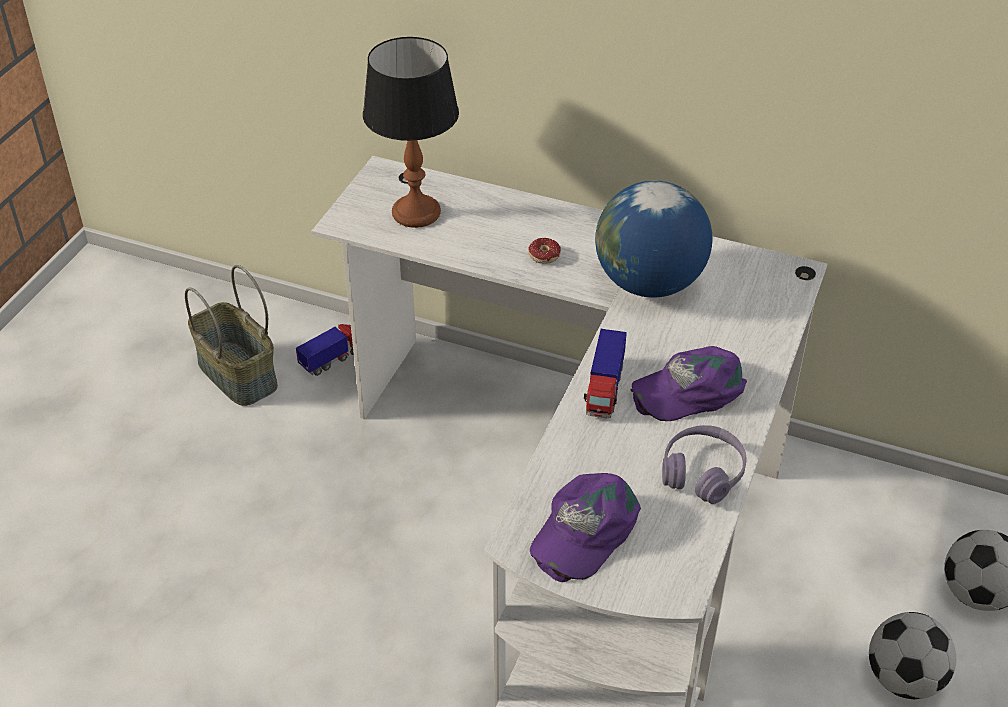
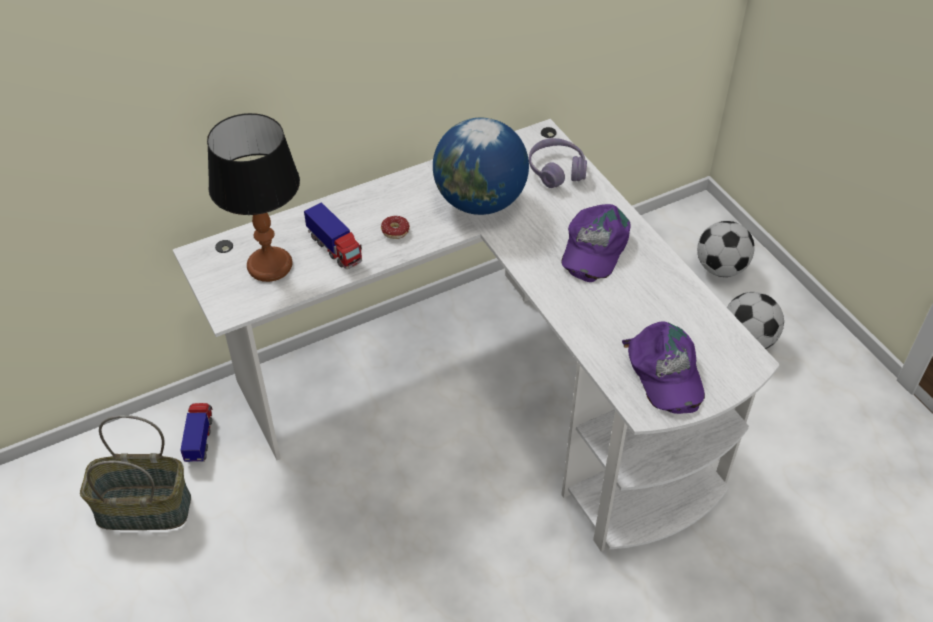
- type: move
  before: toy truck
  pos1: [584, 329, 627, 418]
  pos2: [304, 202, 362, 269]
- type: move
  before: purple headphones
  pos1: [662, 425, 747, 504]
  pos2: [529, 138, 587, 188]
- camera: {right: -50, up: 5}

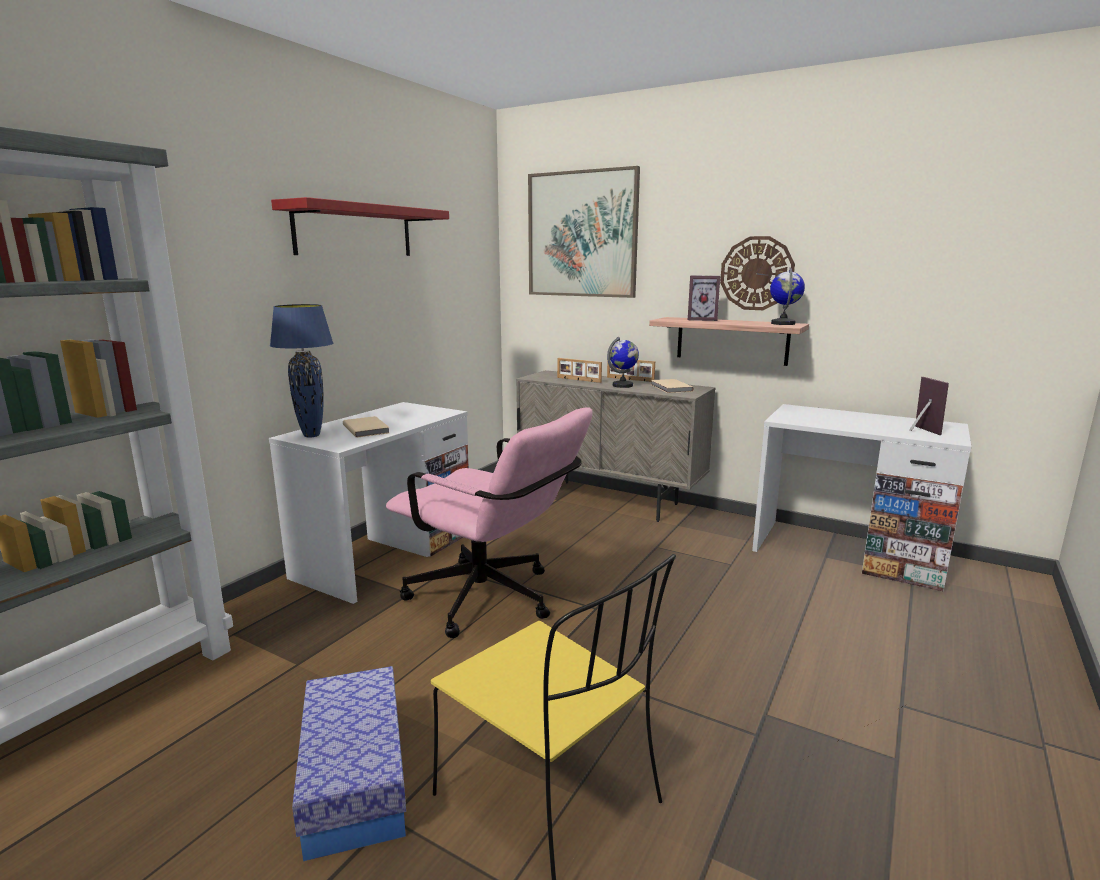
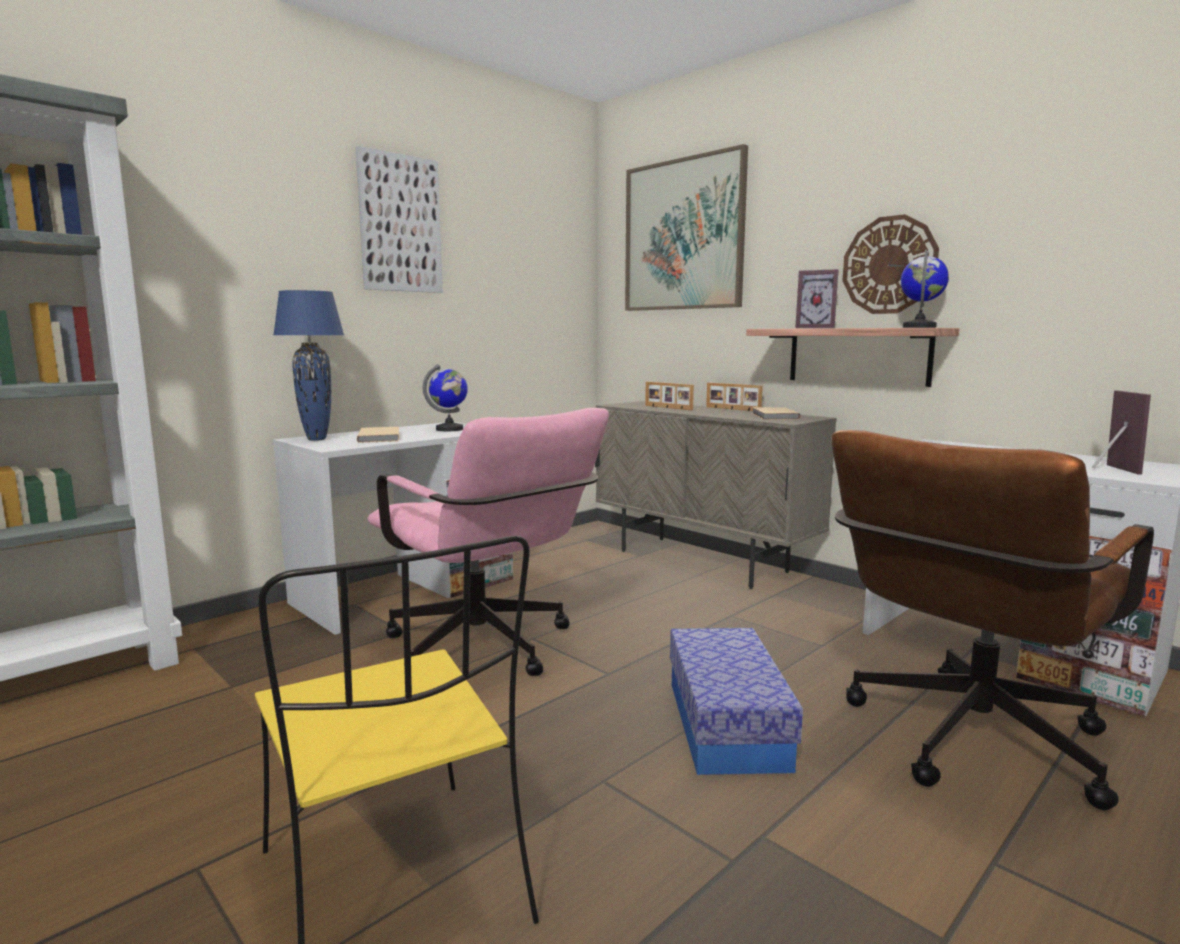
- type: replace
  before: red shelf
  after: picture
  pos1: [271, 197, 449, 256]
  pos2: [355, 146, 443, 293]
- type: move
  before: globe
  pos1: [607, 337, 639, 388]
  pos2: [423, 364, 468, 431]
- type: move
  before: storage box
  pos1: [292, 666, 406, 861]
  pos2: [670, 628, 803, 775]
- type: insert
  after: brown office chair
  pos2: [831, 430, 1154, 811]
- camera: {right: 15, up: -5}

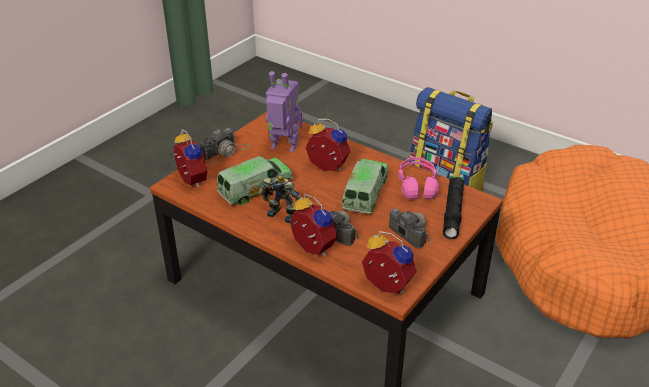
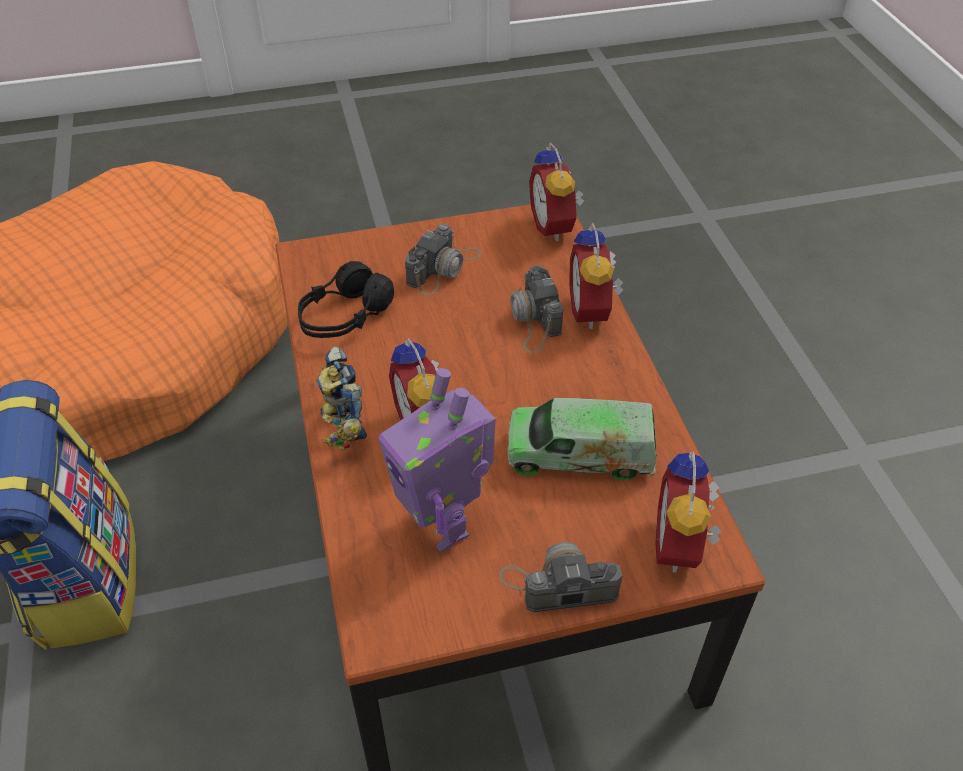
- type: recolor
  before: pink headphones
  after: black headphones
  pos1: [398, 157, 439, 200]
  pos2: [298, 261, 394, 338]
- type: delete
  before: toy truck
  pos1: [342, 159, 389, 214]
- type: move
  before: toy robot
  pos1: [259, 175, 301, 223]
  pos2: [316, 346, 367, 450]
- type: delete
  before: black flashlight
  pos1: [443, 177, 464, 239]
- type: rotate
  before: photo camera
  pos1: [389, 208, 433, 249]
  pos2: [405, 224, 482, 295]
  turn: -150
- camera: {right: -140, up: 10}

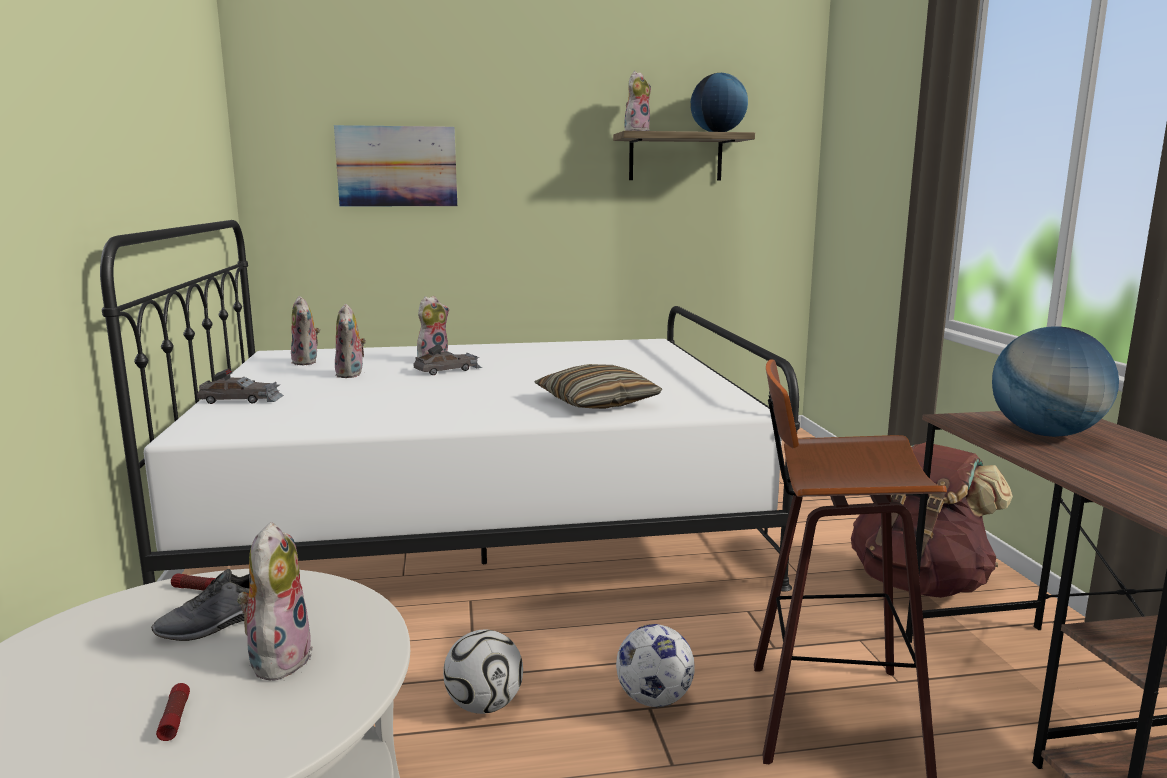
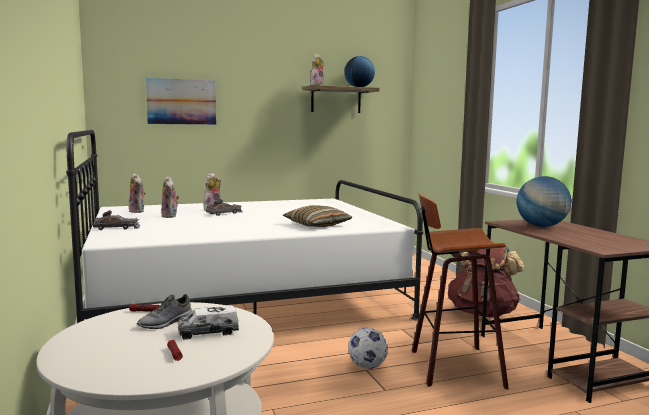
- type: replace
  before: plush toy
  after: toy truck
  pos1: [237, 522, 313, 681]
  pos2: [178, 306, 239, 340]
- type: delete
  before: football
  pos1: [443, 630, 523, 714]
- camera: {right: -10, up: -5}

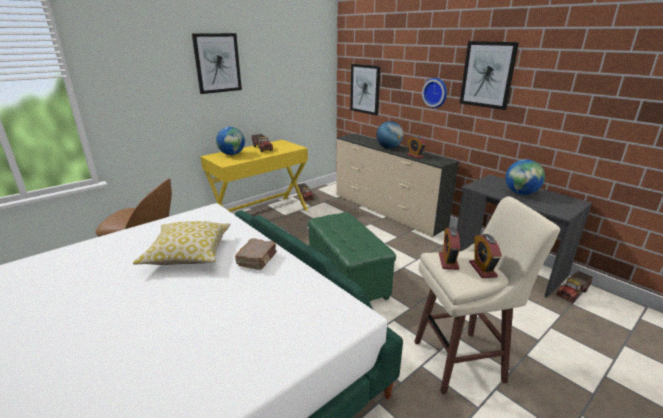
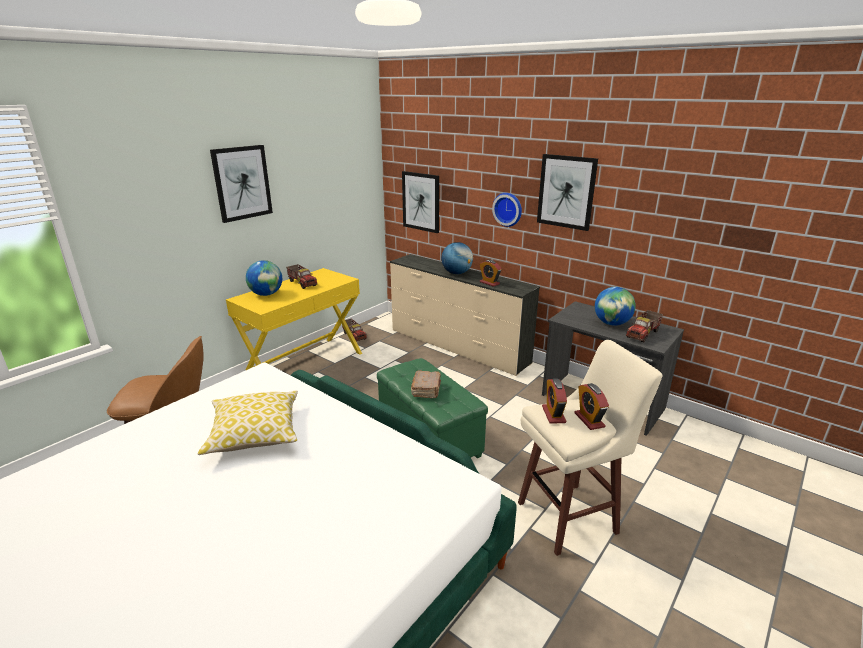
- type: move
  before: brown book
  pos1: [235, 238, 277, 270]
  pos2: [411, 370, 441, 398]
- type: move
  before: toy truck
  pos1: [556, 271, 593, 303]
  pos2: [626, 310, 663, 342]
- camera: {right: -10, up: 0}

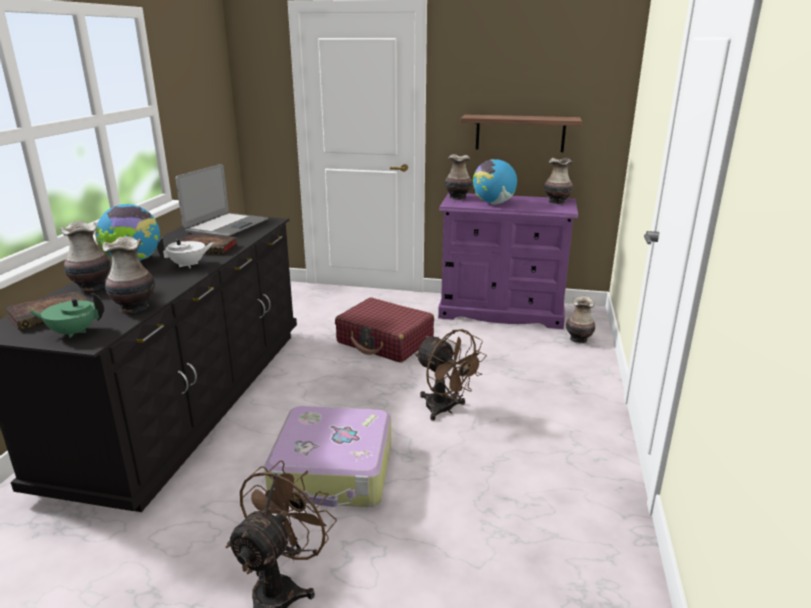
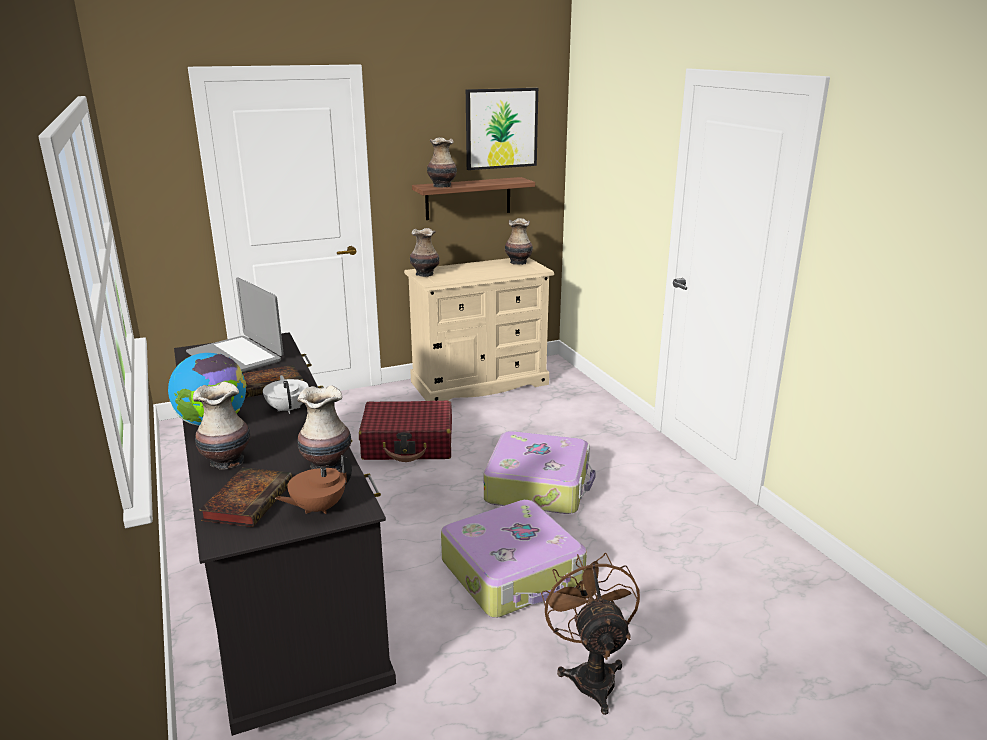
- type: delete
  before: globe
  pos1: [473, 159, 517, 205]
- type: rotate
  before: laptop
  pos1: [176, 164, 268, 236]
  pos2: [186, 278, 284, 372]
  turn: 150
- type: recolor
  before: purple dresser
  after: beige dresser
  pos1: [438, 193, 578, 329]
  pos2: [404, 258, 554, 401]
- type: rotate
  before: white teapot
  pos1: [157, 237, 215, 268]
  pos2: [263, 375, 309, 414]
  turn: -45
- type: recolor
  before: green teapot
  after: brown teapot
  pos1: [28, 292, 104, 338]
  pos2: [275, 455, 352, 514]
- type: move
  before: vase
  pos1: [566, 296, 596, 343]
  pos2: [427, 137, 457, 188]
- type: replace
  before: brown fan
  after: suitcase
  pos1: [415, 329, 487, 421]
  pos2: [484, 431, 596, 514]
- type: insert
  after: picture
  pos2: [466, 88, 538, 170]
- camera: {right: -35, up: 0}

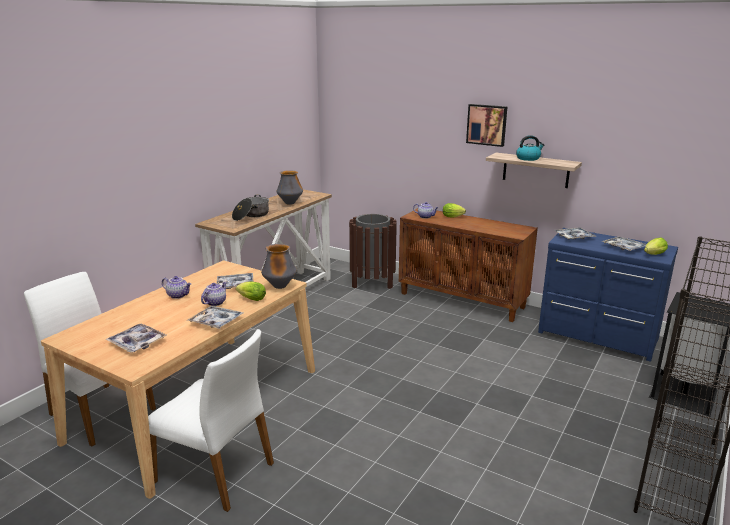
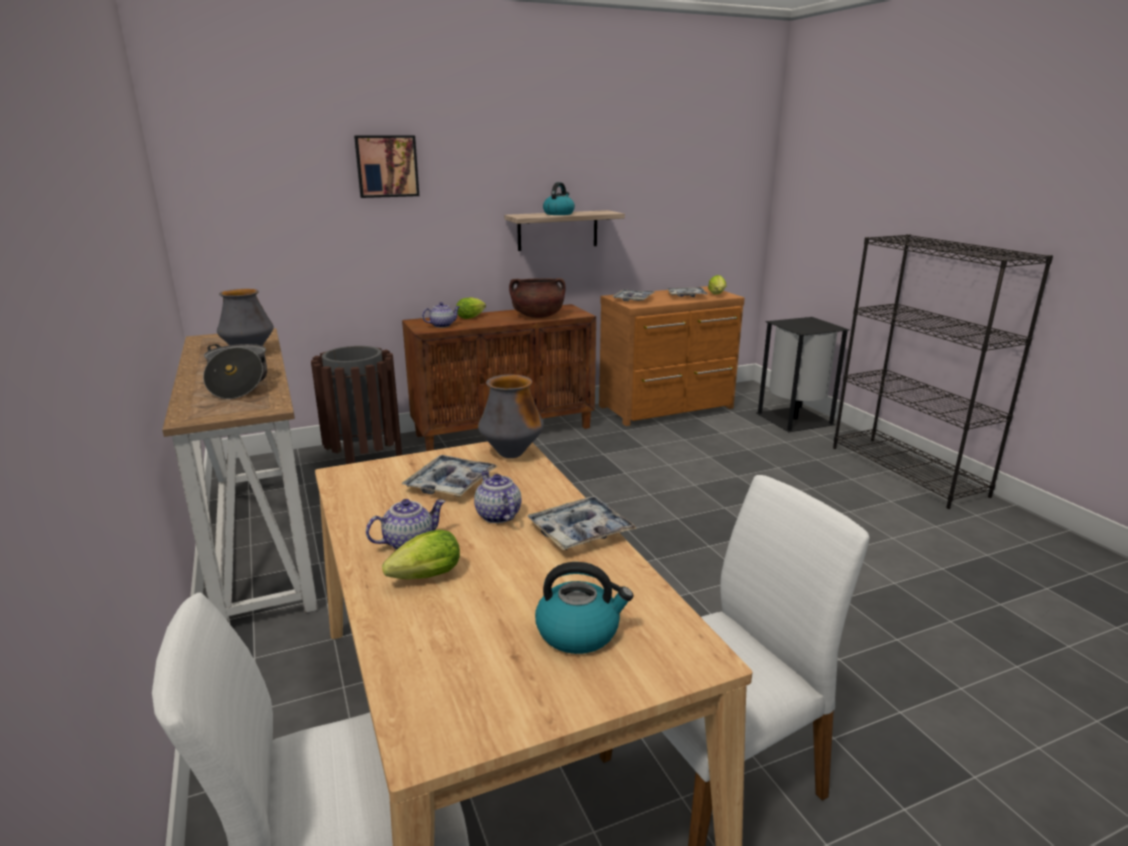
- type: move
  before: picture
  pos1: [466, 104, 507, 147]
  pos2: [354, 135, 419, 198]
- type: recolor
  before: blue dresser
  after: brown dresser
  pos1: [538, 228, 678, 362]
  pos2: [599, 286, 745, 426]
- type: move
  before: lettuce
  pos1: [236, 281, 266, 301]
  pos2: [382, 530, 460, 579]
- type: replace
  before: tray
  after: kettle
  pos1: [105, 324, 167, 352]
  pos2: [535, 562, 633, 654]
- type: insert
  after: brown cooking pot
  pos2: [509, 278, 566, 318]
- camera: {right: -55, up: 0}

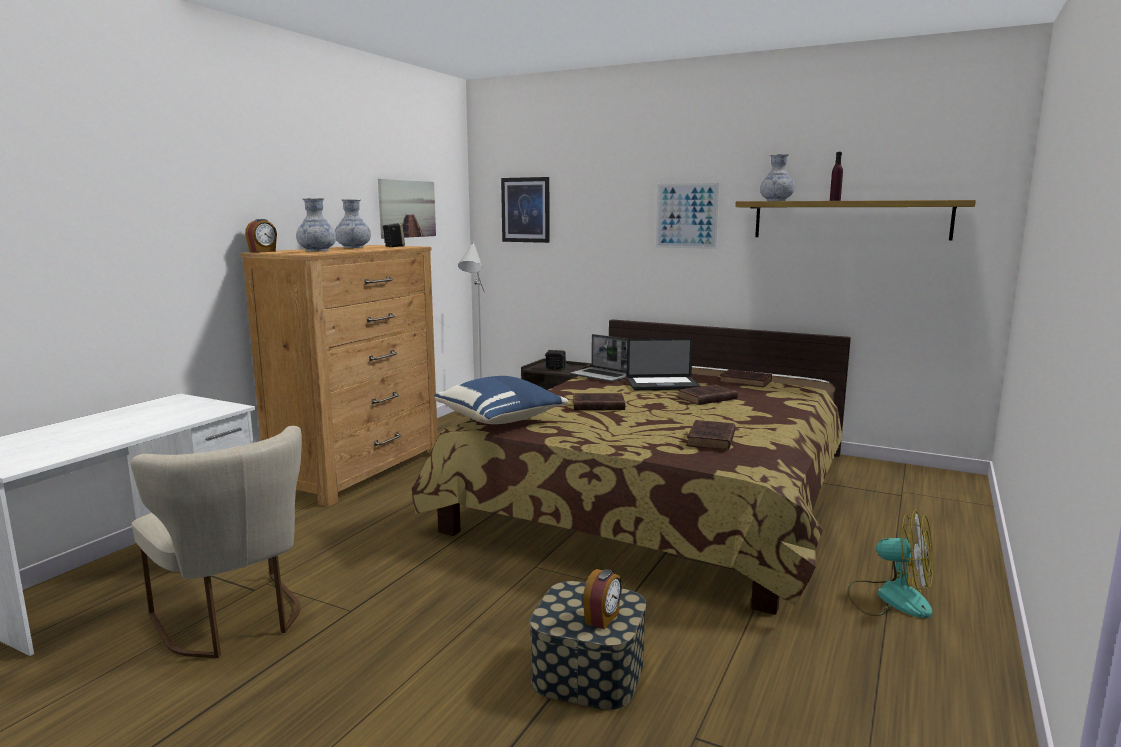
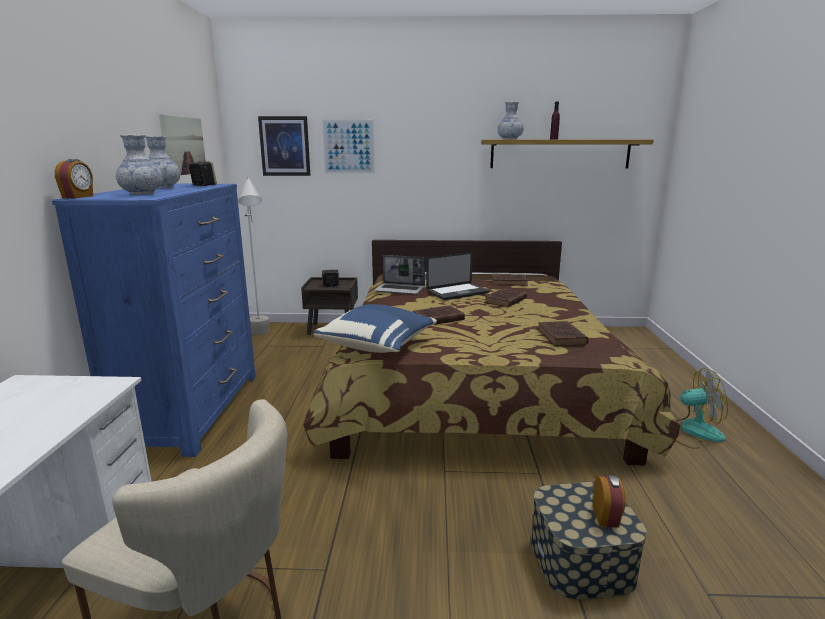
- type: move
  before: picture
  pos1: [656, 183, 720, 249]
  pos2: [322, 120, 375, 173]
- type: recolor
  before: brown dresser
  after: blue dresser
  pos1: [240, 245, 438, 507]
  pos2: [52, 184, 256, 457]
- camera: {right: -25, up: 5}

